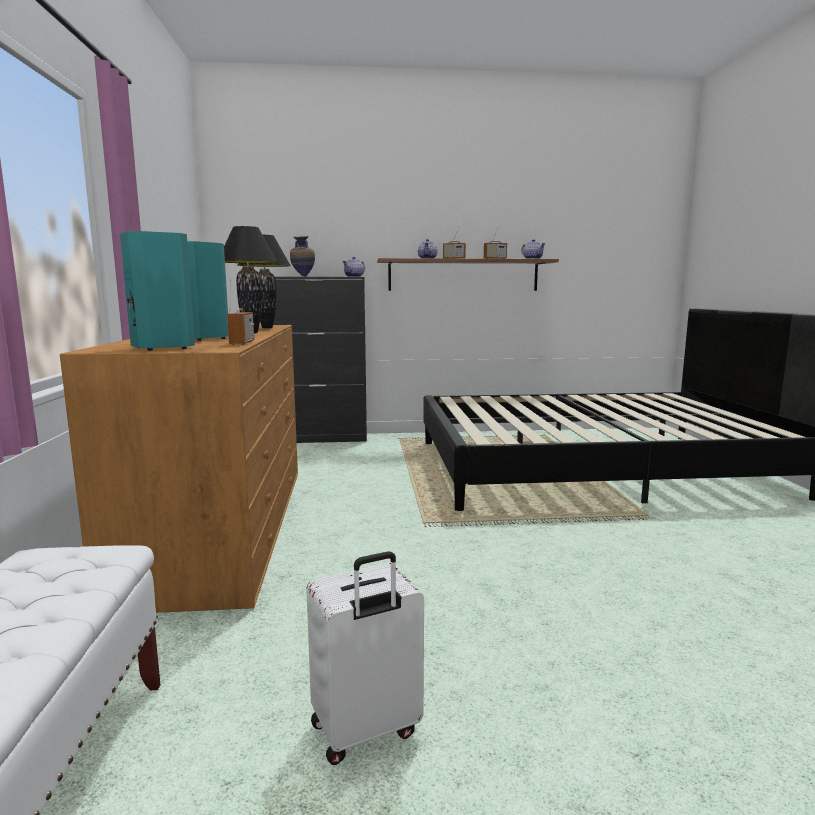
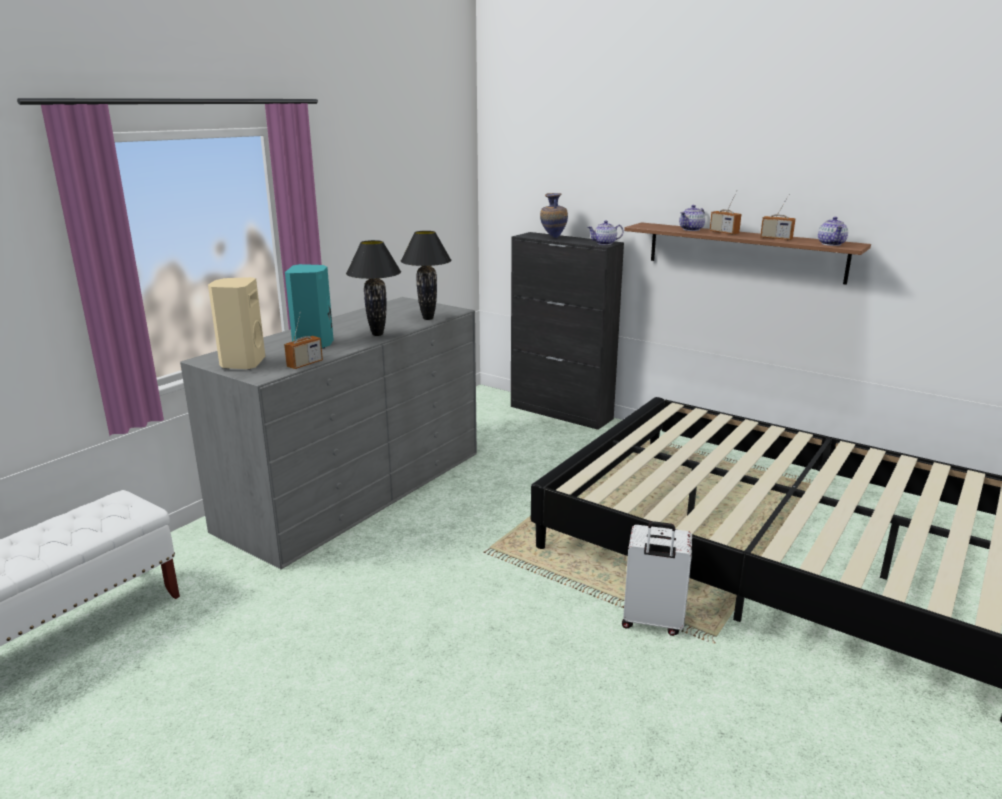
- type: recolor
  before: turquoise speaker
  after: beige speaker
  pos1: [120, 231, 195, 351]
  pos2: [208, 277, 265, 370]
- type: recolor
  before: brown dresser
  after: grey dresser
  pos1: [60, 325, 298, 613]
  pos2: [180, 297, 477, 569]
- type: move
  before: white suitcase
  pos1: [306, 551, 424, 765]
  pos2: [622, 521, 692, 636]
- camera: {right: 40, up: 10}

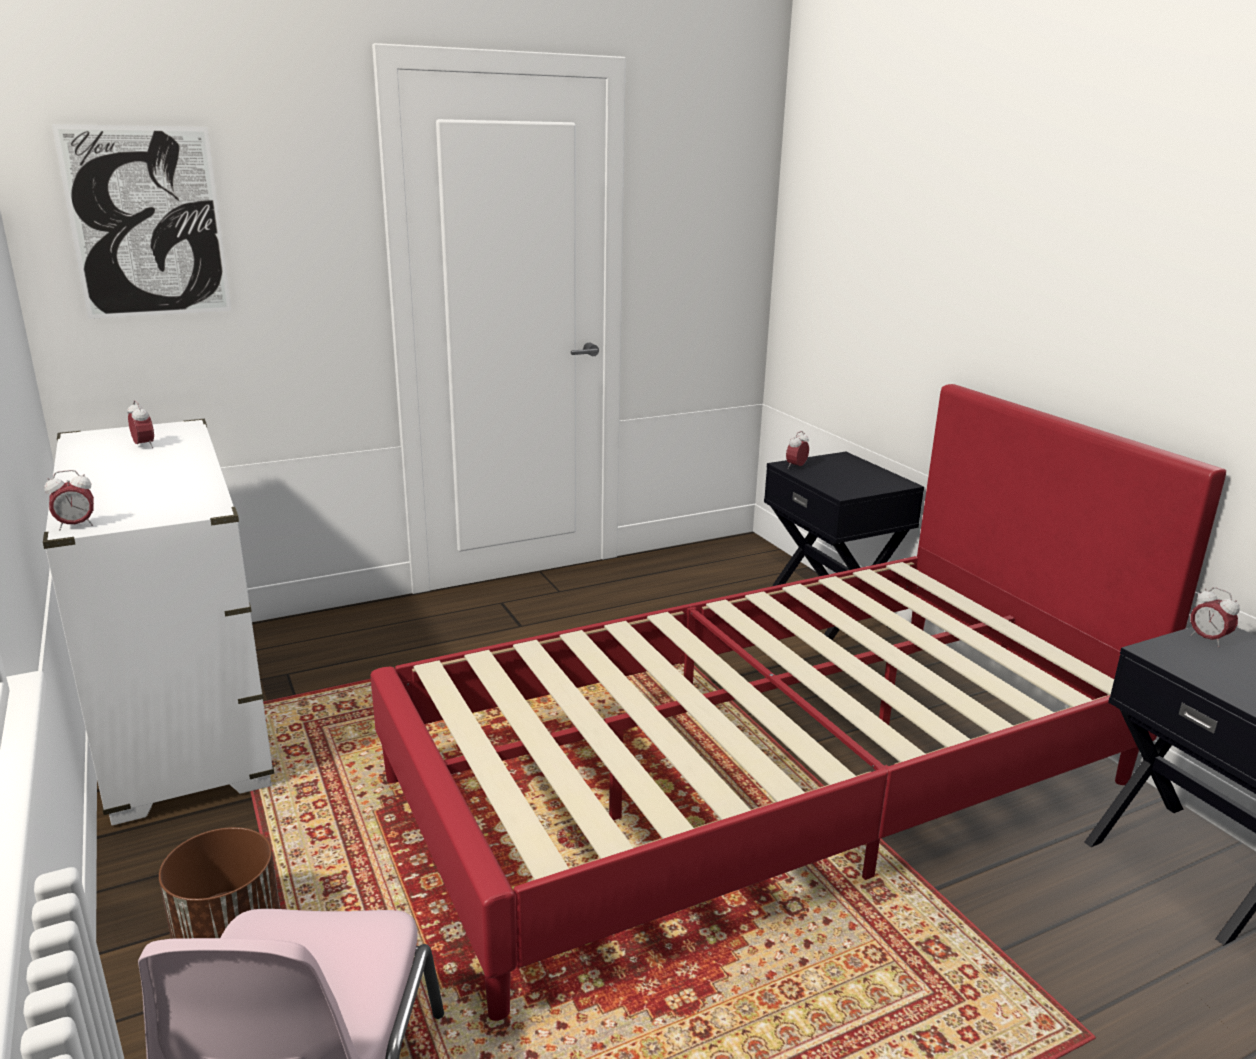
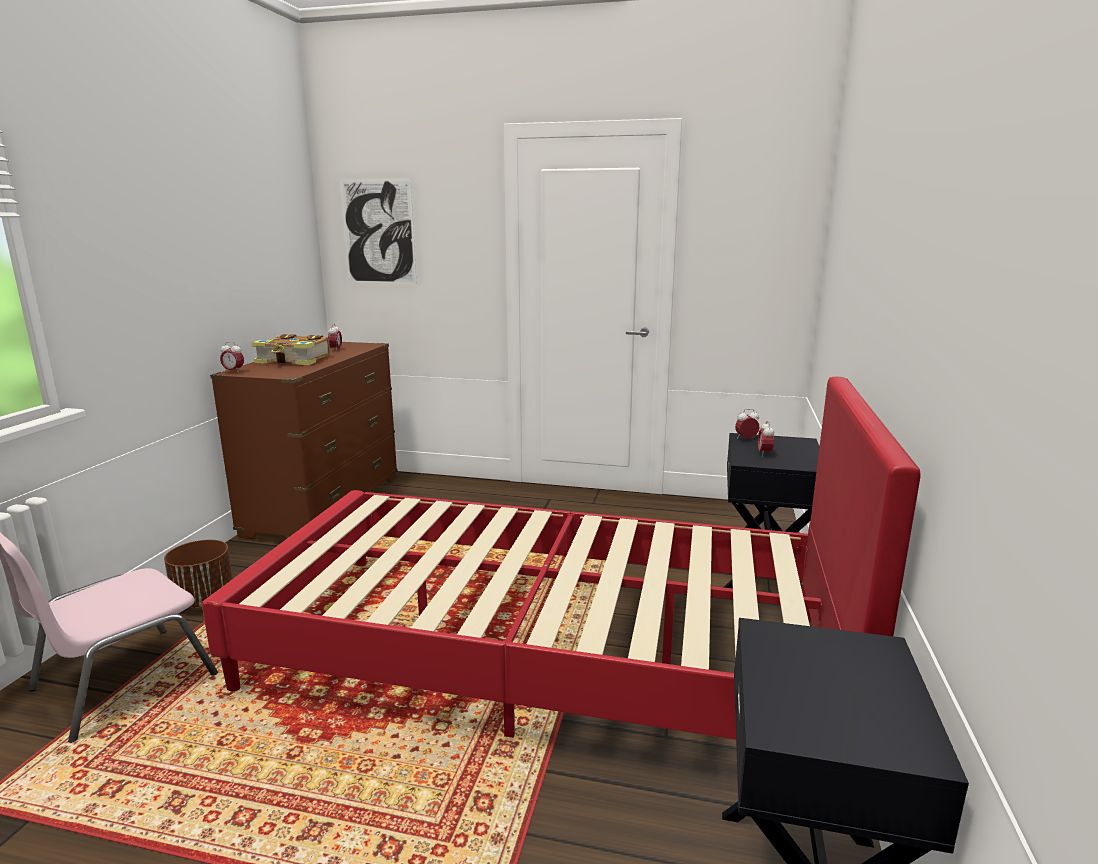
- type: recolor
  before: white dresser
  after: brown dresser
  pos1: [43, 419, 274, 826]
  pos2: [210, 342, 398, 539]
- type: move
  before: alarm clock
  pos1: [1190, 587, 1240, 647]
  pos2: [758, 421, 774, 457]
- type: insert
  after: book
  pos2: [252, 334, 330, 365]
- camera: {right: 40, up: -5}

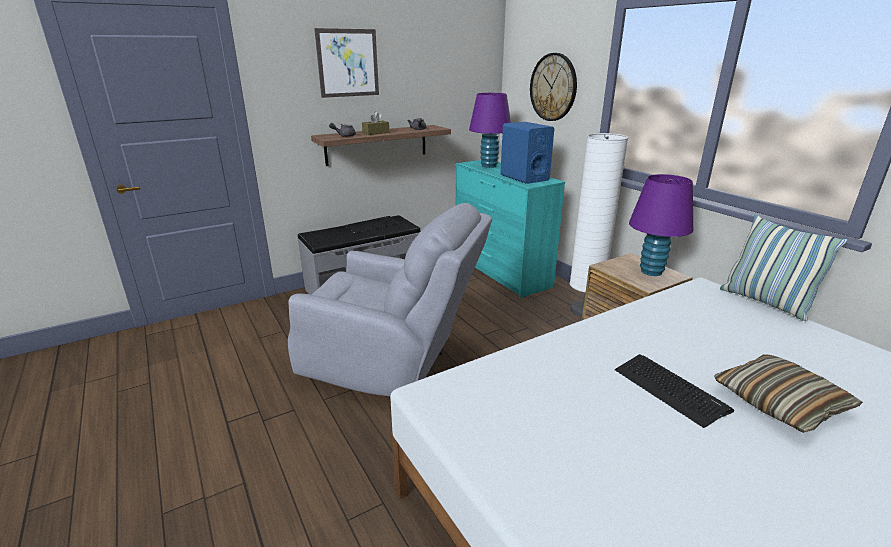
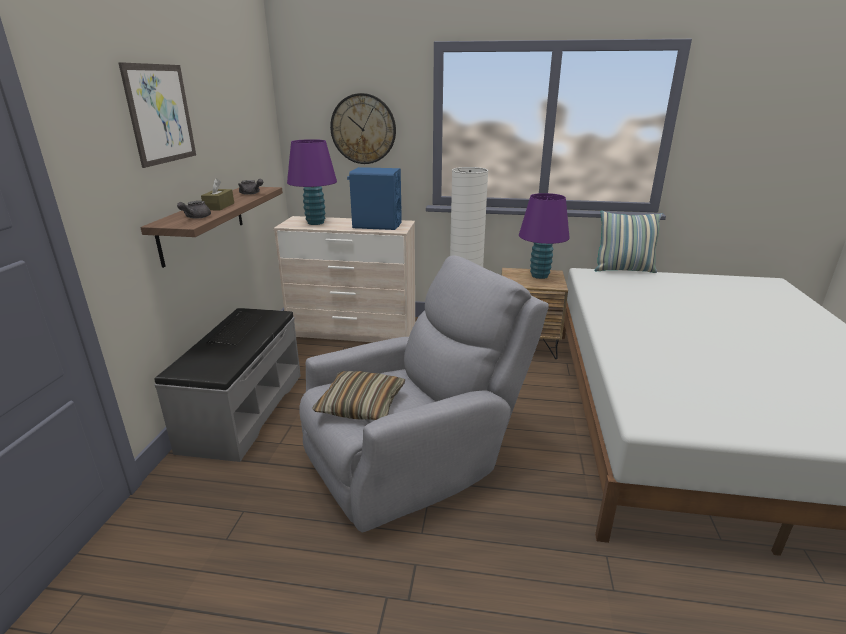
- type: recolor
  before: turquoise dresser
  after: beige dresser
  pos1: [455, 160, 565, 298]
  pos2: [273, 216, 415, 342]
- type: delete
  before: keyboard
  pos1: [615, 354, 734, 428]
- type: move
  before: pillow
  pos1: [714, 354, 863, 433]
  pos2: [312, 371, 405, 420]
- camera: {right: -50, up: 0}

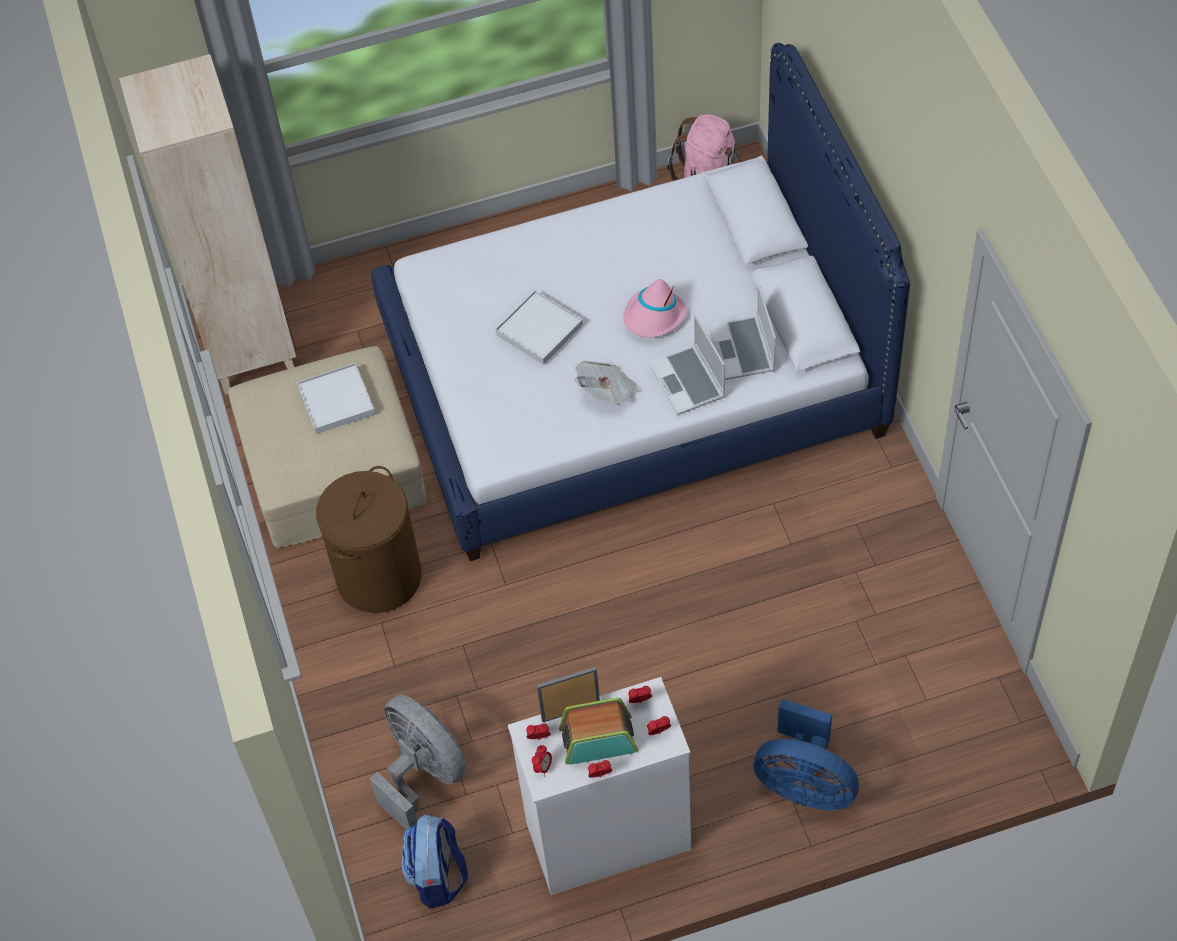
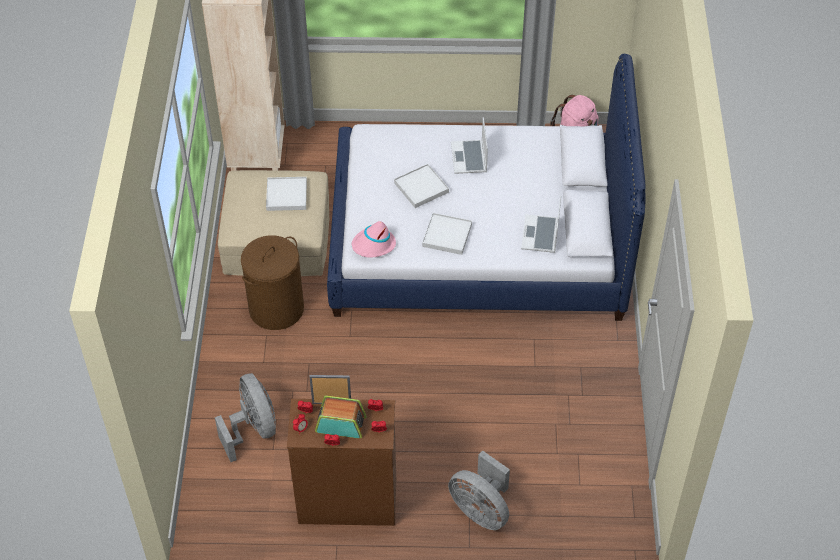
- type: move
  before: pink hat
  pos1: [624, 279, 687, 338]
  pos2: [352, 221, 396, 258]
- type: move
  before: laptop
  pos1: [649, 314, 725, 415]
  pos2: [451, 118, 488, 174]
- type: replace
  before: newspaper
  after: white tray
  pos1: [575, 361, 641, 405]
  pos2: [422, 213, 472, 255]
- type: recolor
  before: white dresser
  after: brown dresser
  pos1: [508, 677, 691, 895]
  pos2: [287, 399, 396, 526]
- type: recolor
  before: blue fan
  after: grey fan
  pos1: [754, 699, 859, 810]
  pos2: [448, 451, 510, 530]
- type: delete
  before: backpack
  pos1: [401, 815, 468, 908]
- camera: {right: 15, up: -5}

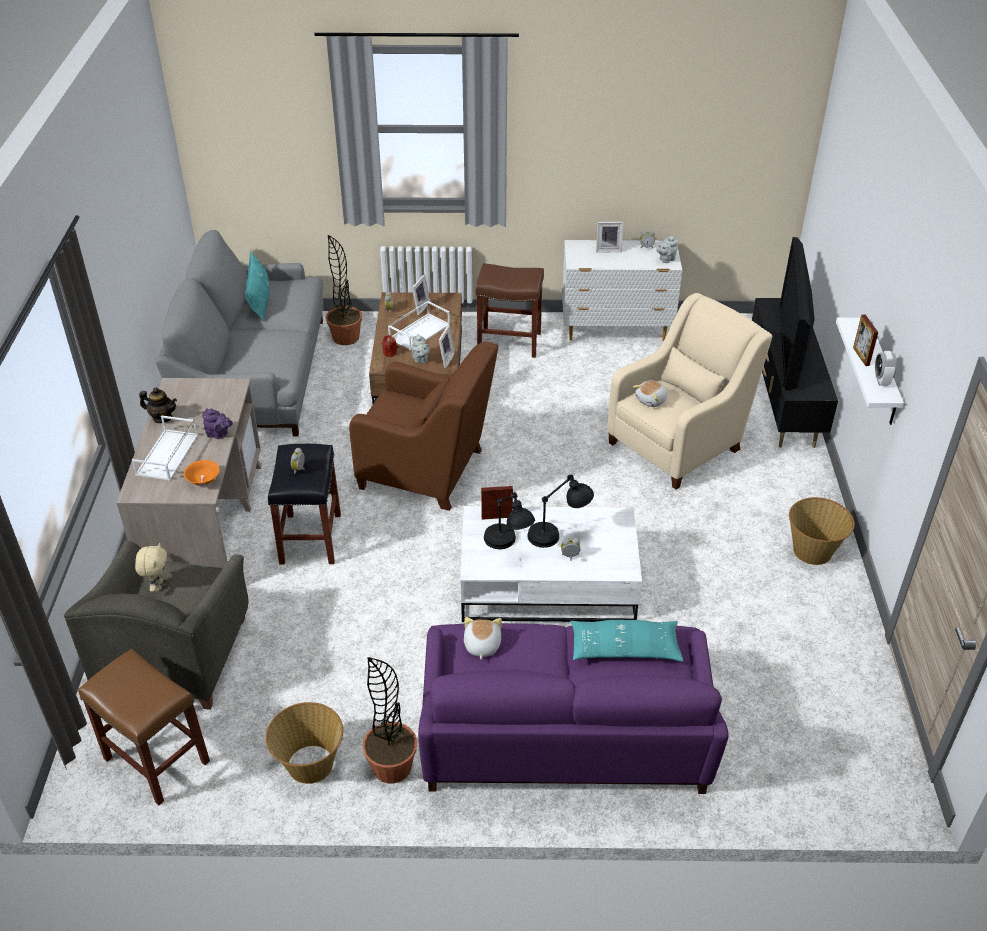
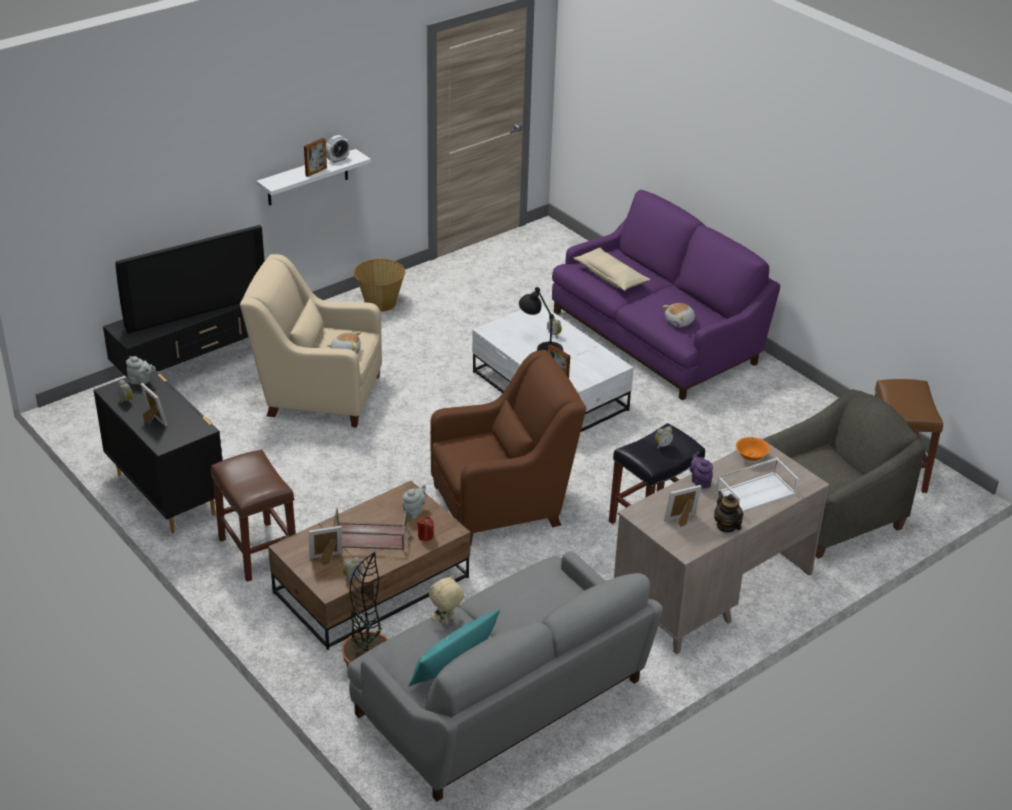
- type: recolor
  before: white dresser
  after: black dresser
  pos1: [562, 240, 682, 341]
  pos2: [94, 370, 223, 533]
- type: recolor
  before: white tray
  after: brown tray
  pos1: [388, 301, 450, 350]
  pos2: [333, 508, 407, 550]
- type: move
  before: picture frame
  pos1: [439, 325, 455, 368]
  pos2: [664, 485, 702, 527]
- type: rotate
  before: brown armchair
  pos1: [349, 342, 498, 511]
  pos2: [430, 350, 586, 545]
  turn: 90
- type: delete
  before: black table lamp
  pos1: [484, 492, 535, 549]
- type: move
  before: beige plush toy
  pos1: [135, 543, 167, 592]
  pos2: [429, 575, 464, 624]
- type: recolor
  before: turquoise pillow
  after: beige pillow
  pos1: [570, 620, 683, 662]
  pos2: [573, 247, 651, 291]
- type: delete
  before: potted plant
  pos1: [363, 657, 417, 783]
- type: delete
  before: basket
  pos1: [266, 702, 343, 784]
- camera: {right: -130, up: -5}

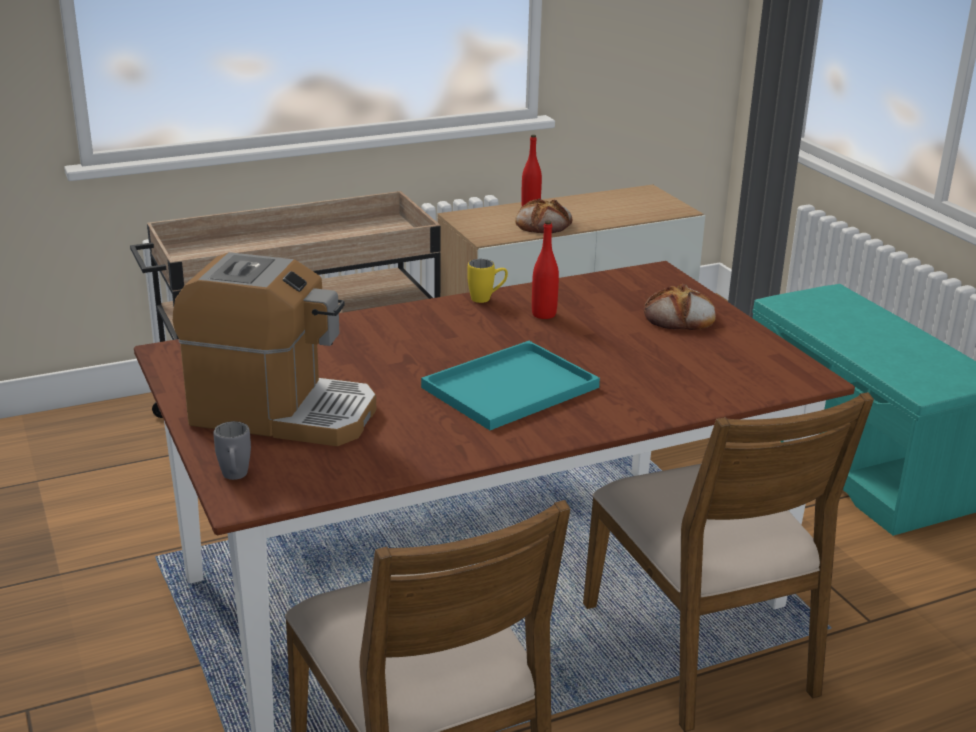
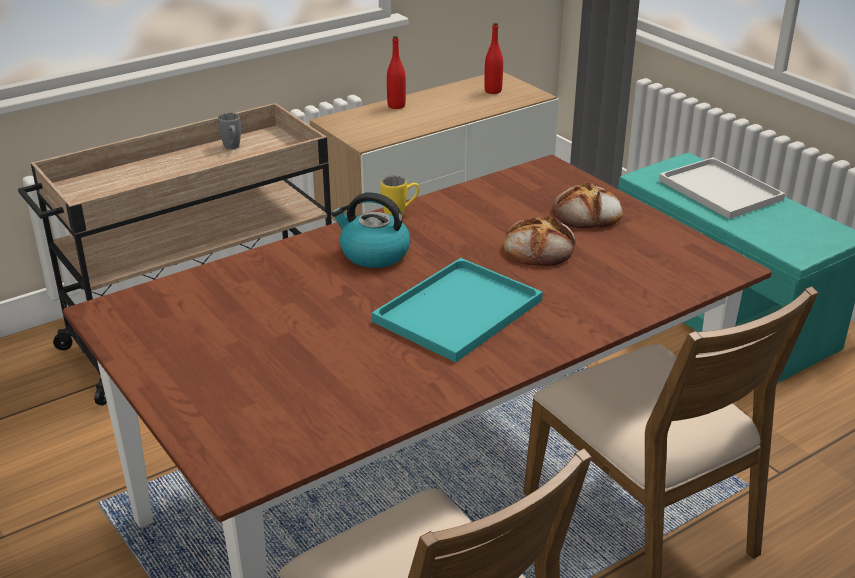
- type: move
  before: bread
  pos1: [515, 198, 572, 233]
  pos2: [503, 216, 576, 266]
- type: move
  before: red bottle
  pos1: [532, 220, 559, 319]
  pos2: [484, 23, 503, 94]
- type: delete
  before: coffee machine
  pos1: [173, 252, 376, 446]
- type: move
  before: grey mug
  pos1: [214, 421, 251, 480]
  pos2: [218, 113, 241, 149]
- type: insert
  after: white tray
  pos2: [659, 157, 785, 219]
- type: insert
  after: kettle
  pos2: [332, 192, 410, 268]
- camera: {right: -10, up: 5}

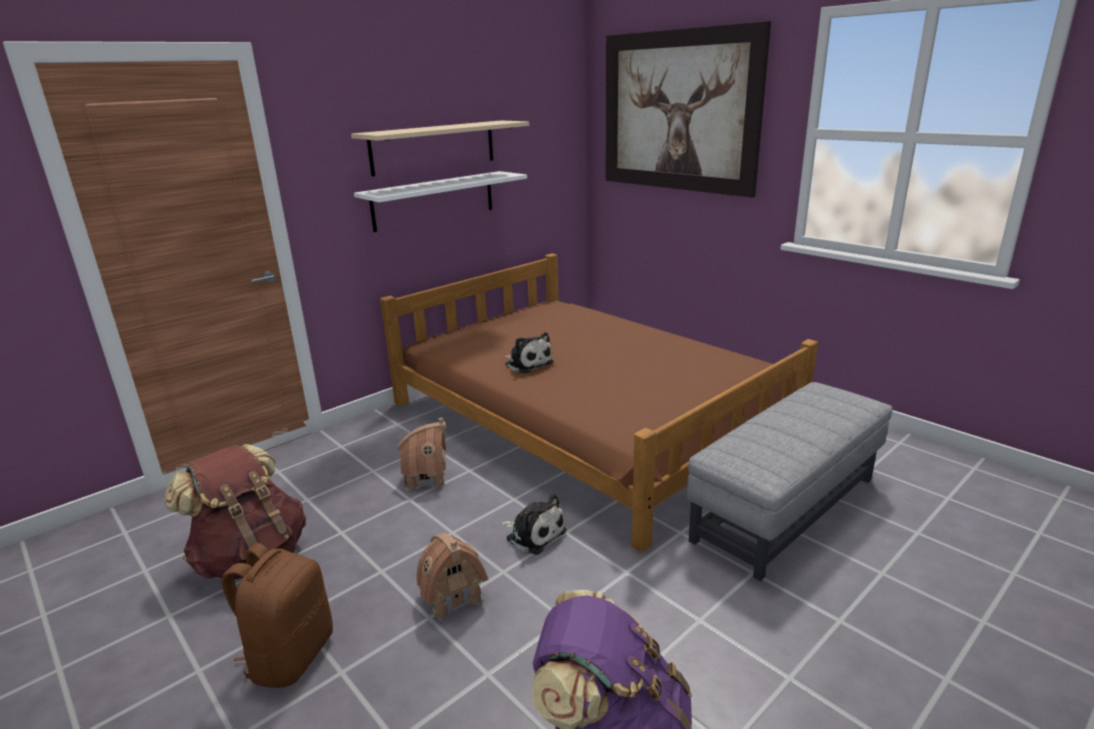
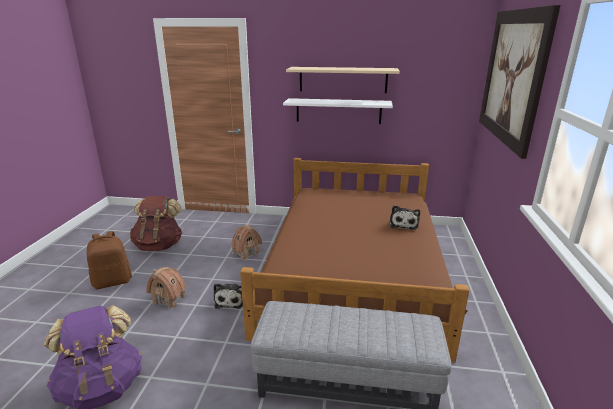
- type: move
  before: plush toy
  pos1: [505, 332, 554, 374]
  pos2: [390, 205, 420, 230]
- camera: {right: 50, up: 0}

